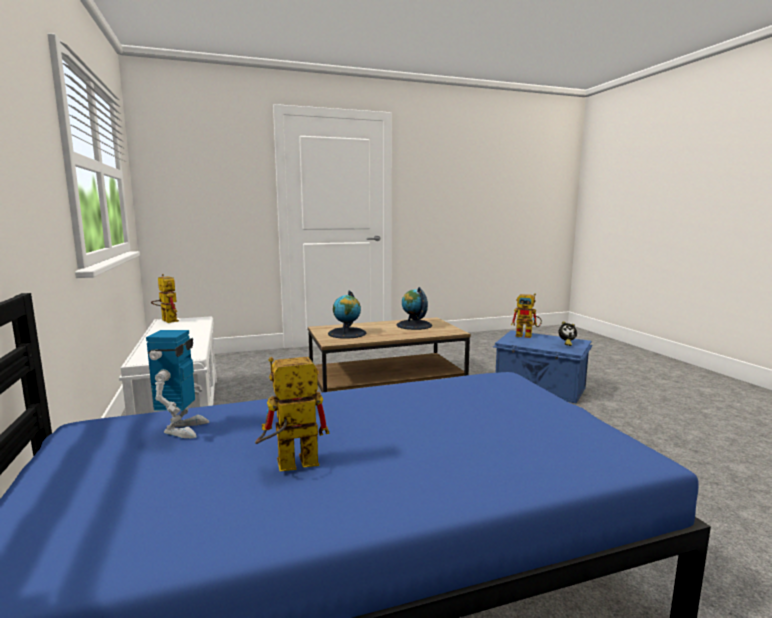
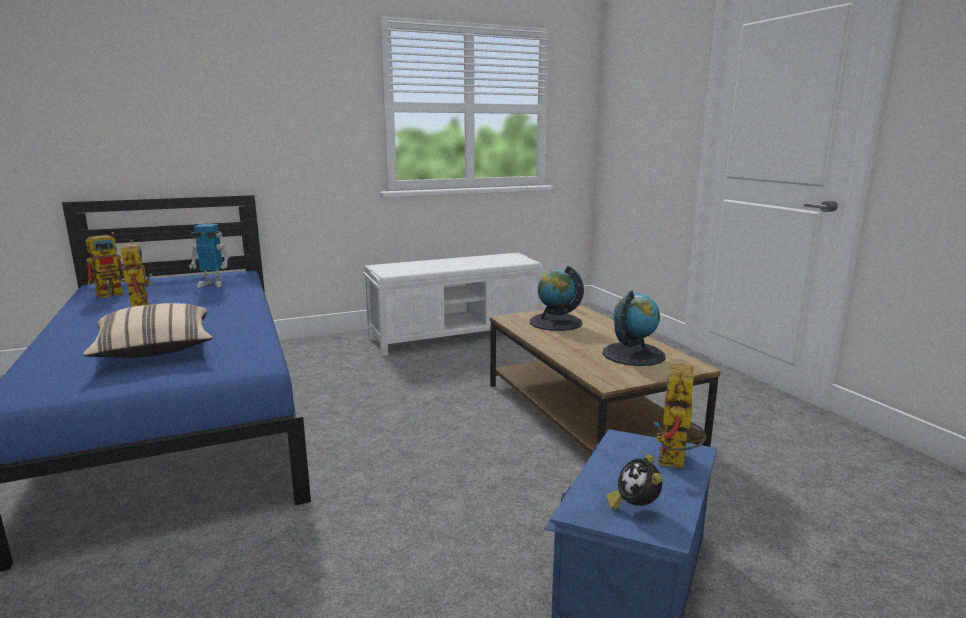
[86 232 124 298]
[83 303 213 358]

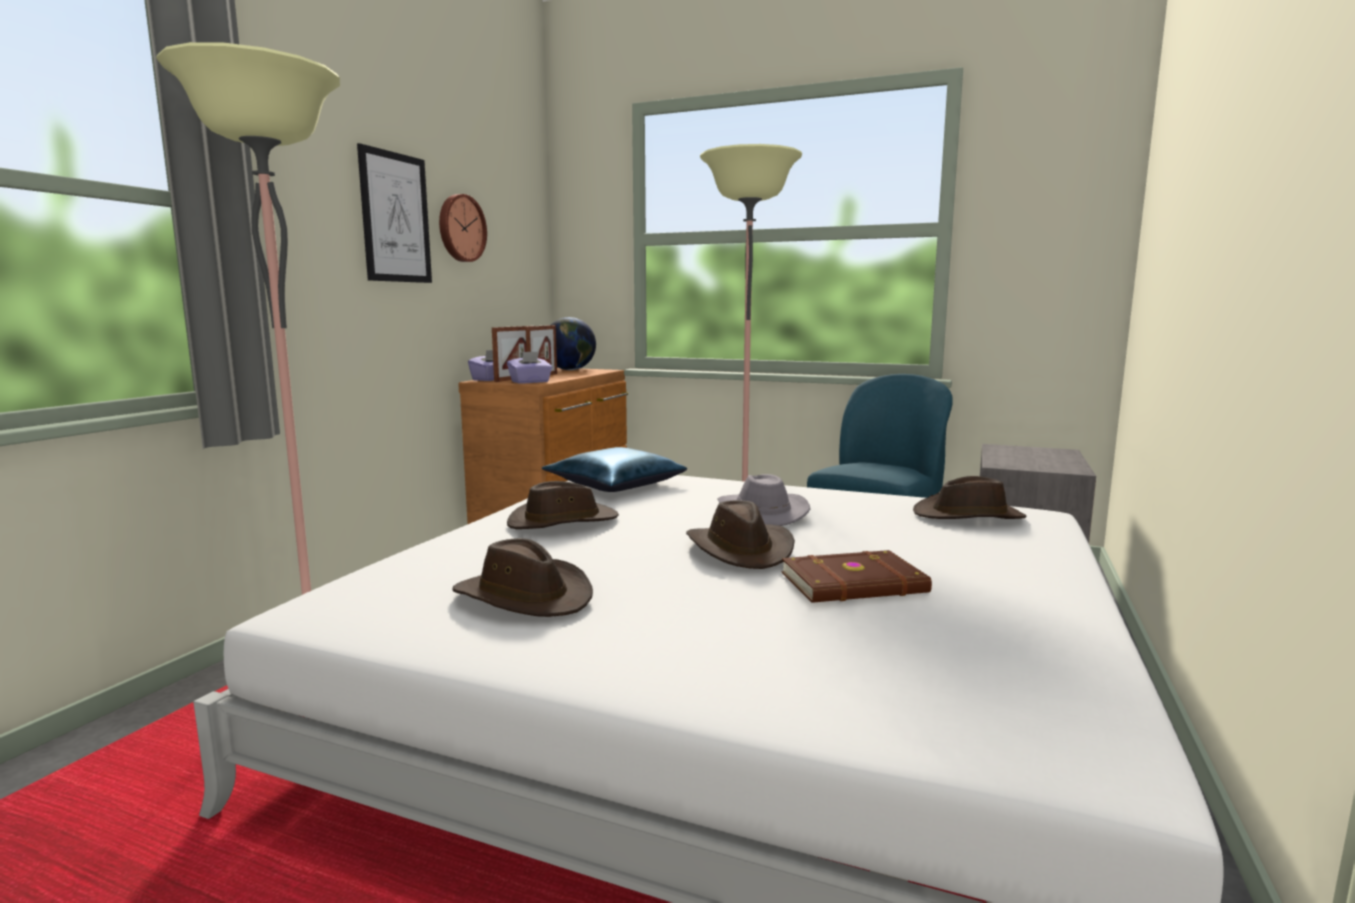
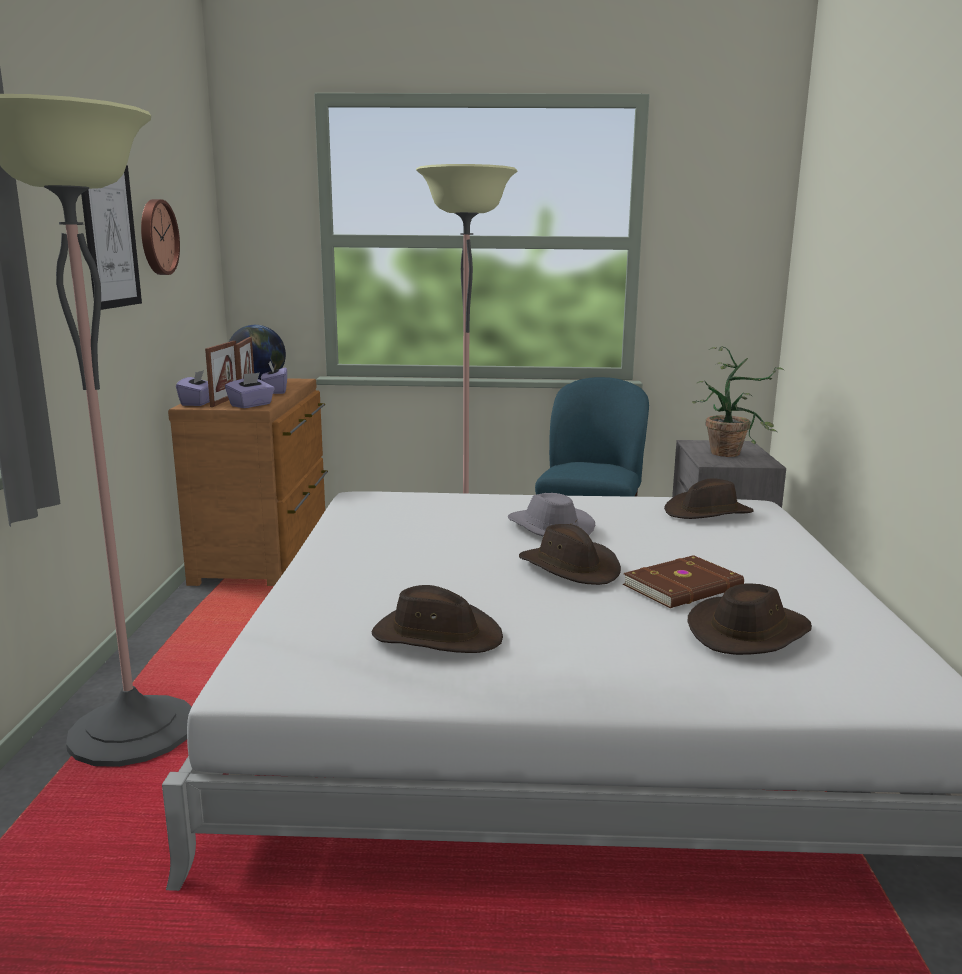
[542 447 687 492] (first image)
[688 583 812 655]
[692 347 785 457]
[261 361 287 394]

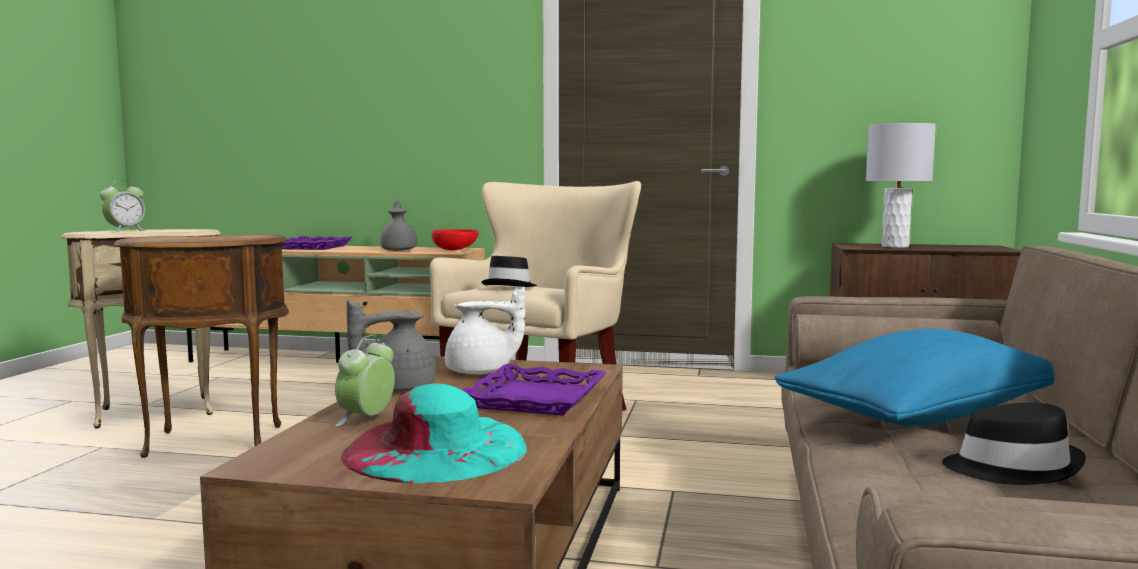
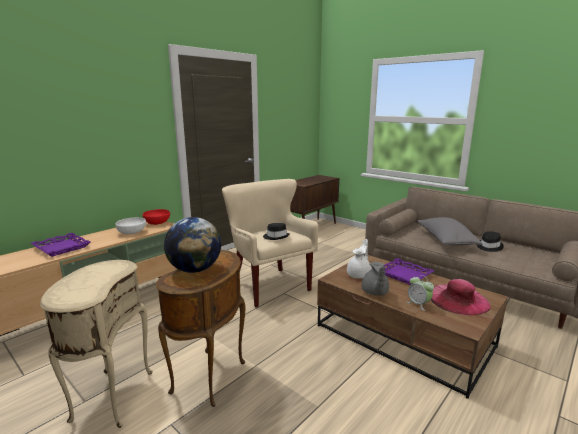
[866 123 936 248] (first image)
[100 180 147 232] (first image)
[116 218 146 234]
[418 217 482 246]
[431 279 491 315]
[164 217 221 273]

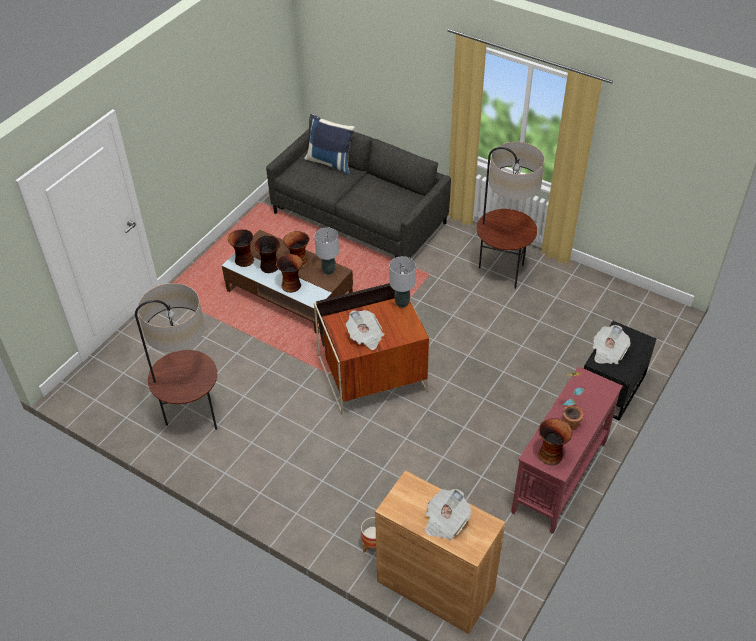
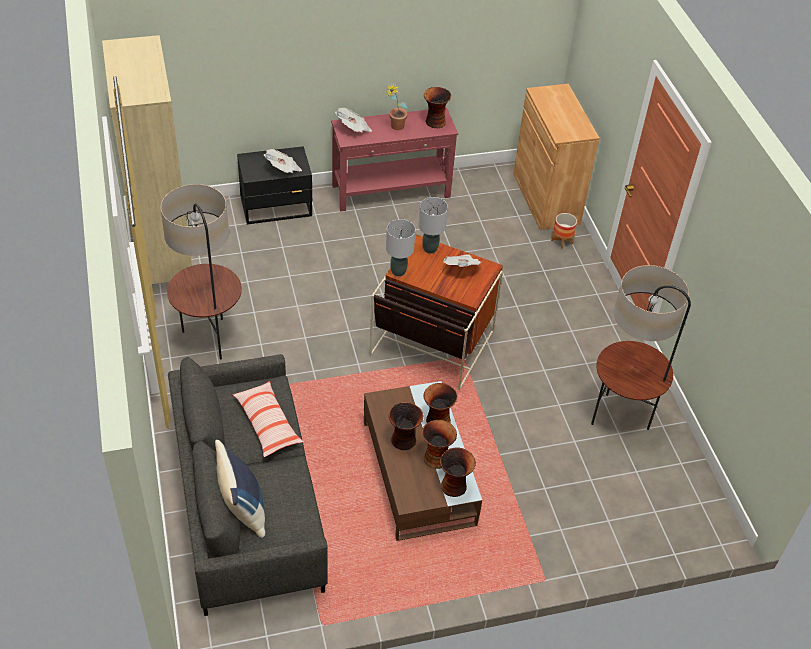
[418 197 448 254]
[335 108 372 133]
[102 35 192 284]
[233 381 303 457]

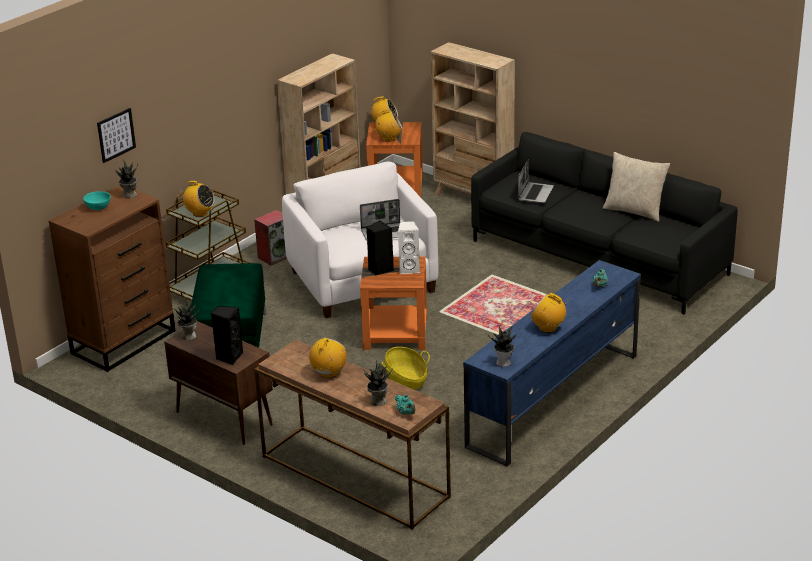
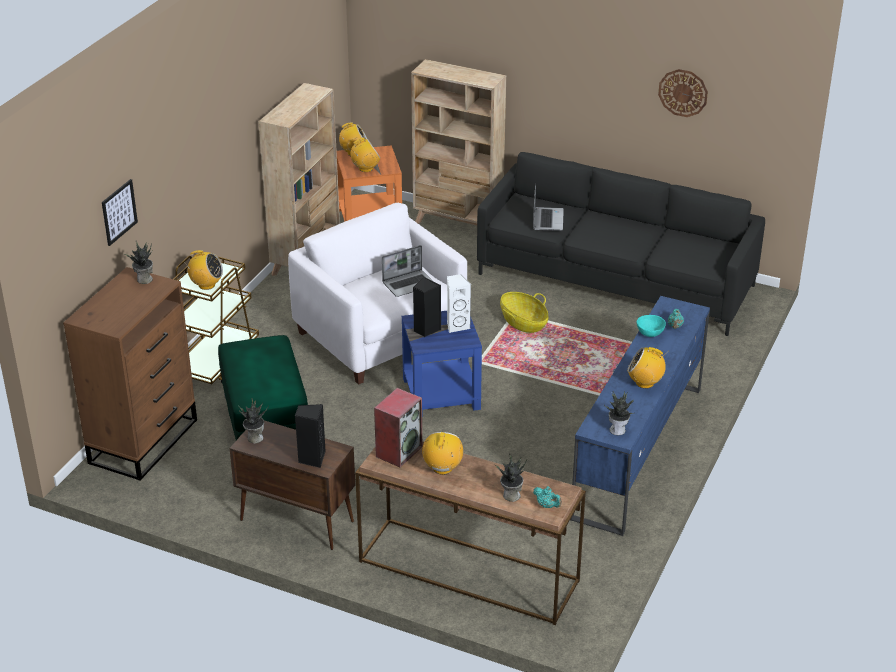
[603 152 670 222] (first image)
[637 315 666 337]
[374 388 422 468]
[402 311 482 417]
[500 292 548 333]
[658 69 708 117]

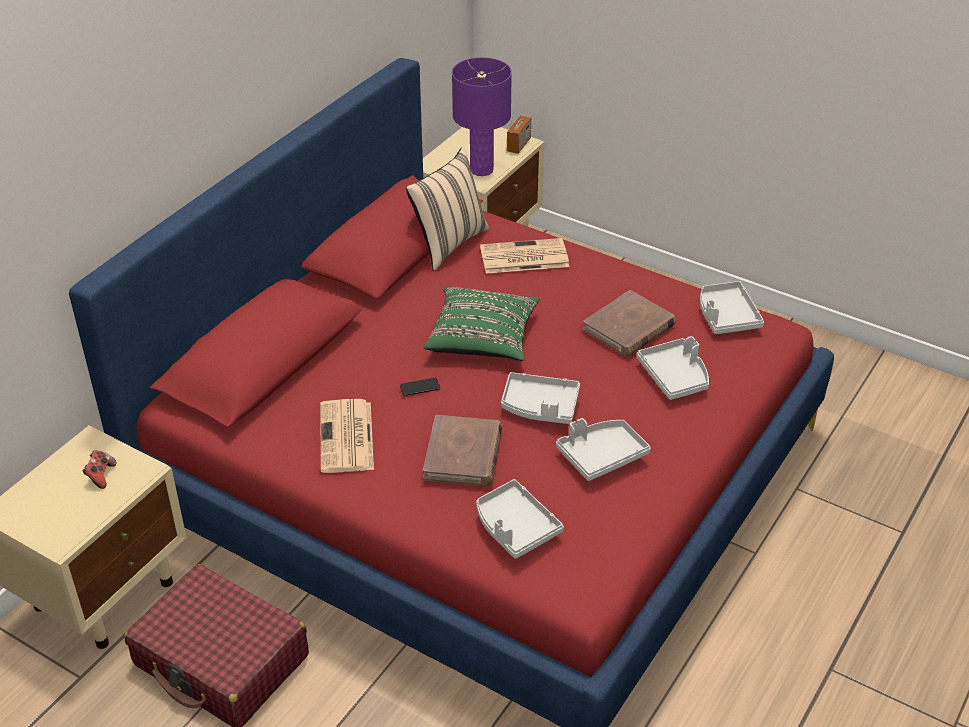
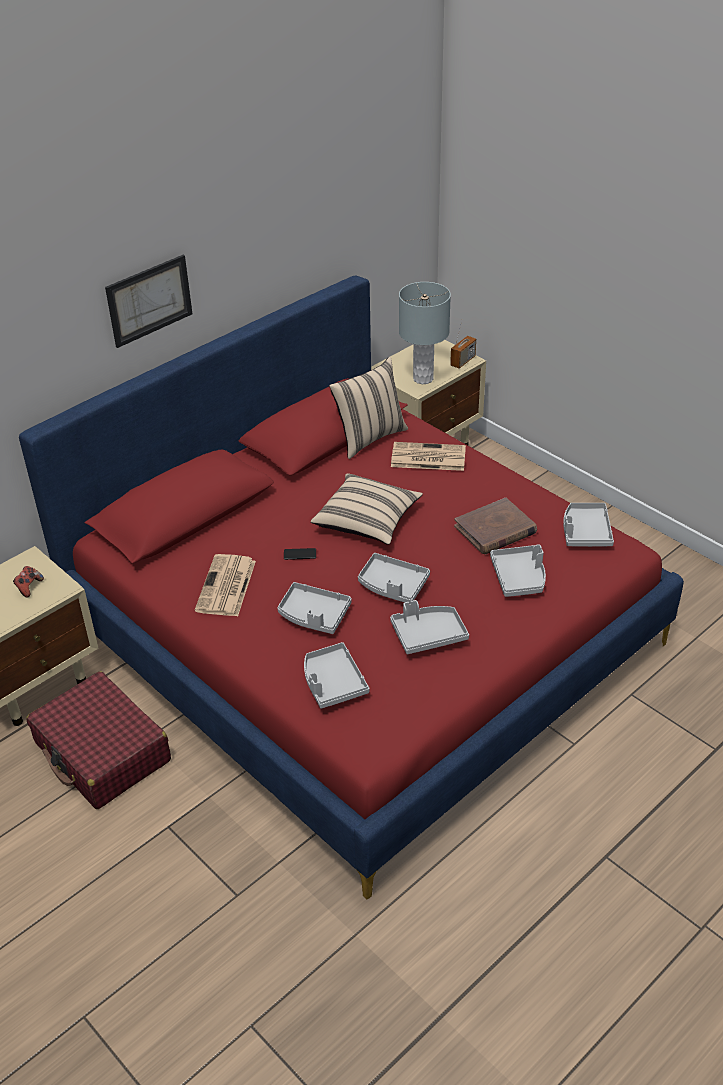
[399 282 451 384]
[311 473 423 545]
[278 582 352 634]
[105 255 193 348]

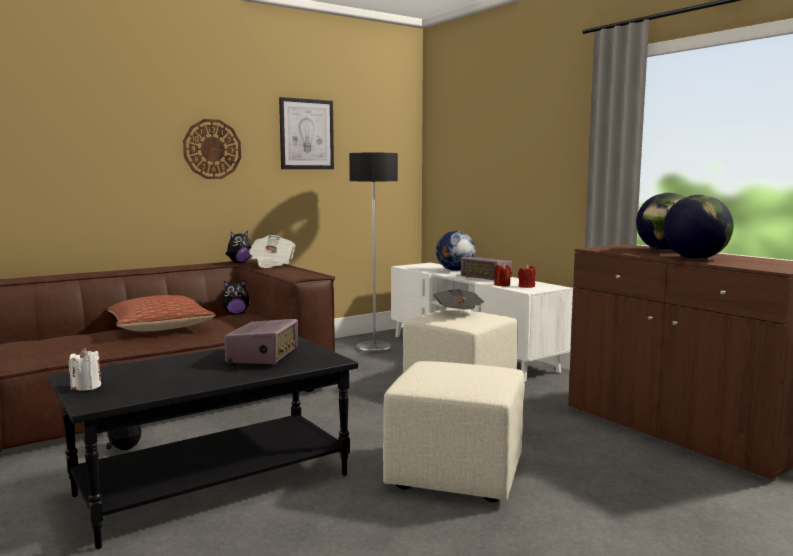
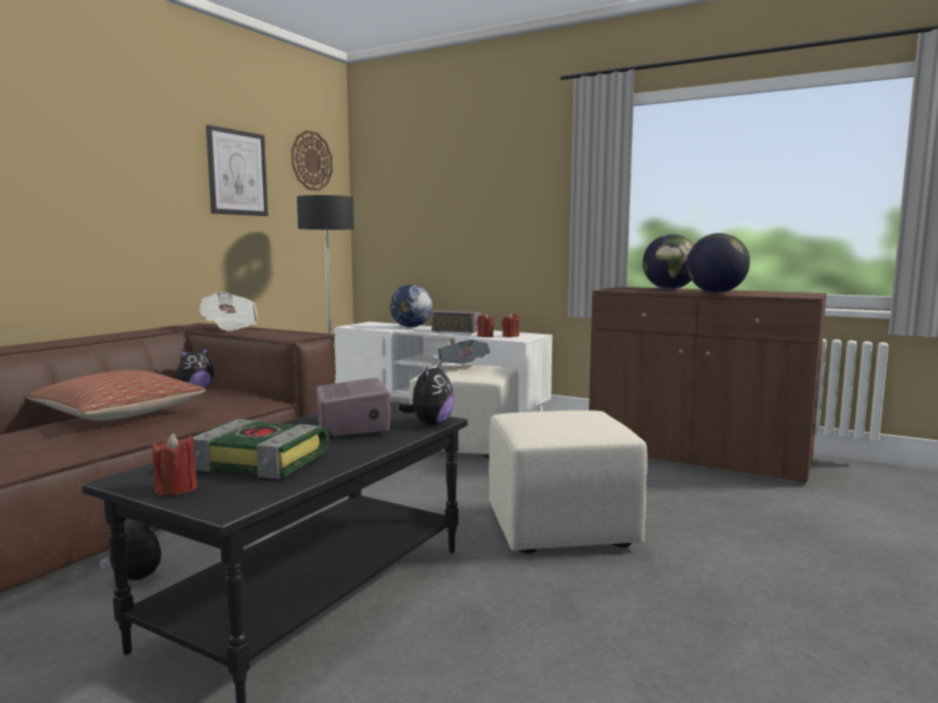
[291 130 333 191]
[398 361 454 425]
[152 433 197 496]
[192 419 329 479]

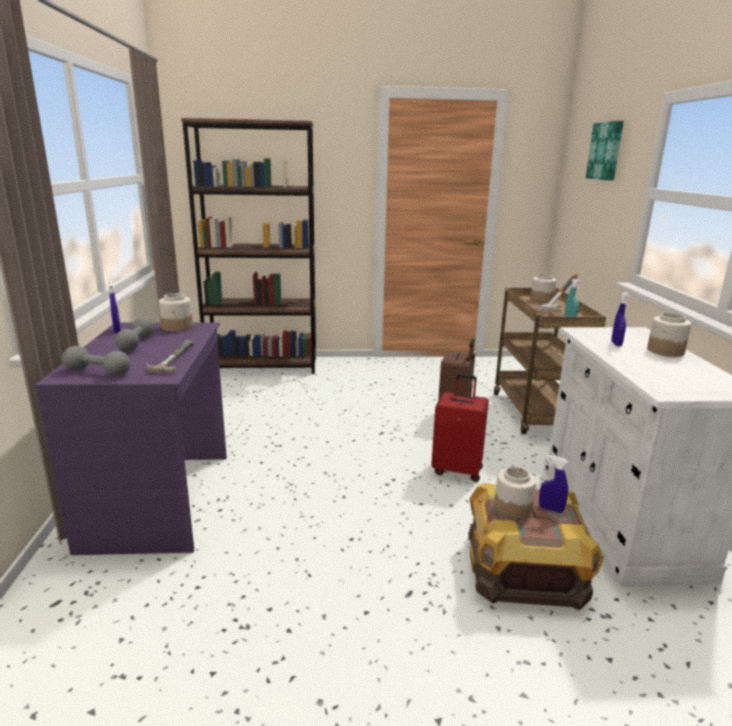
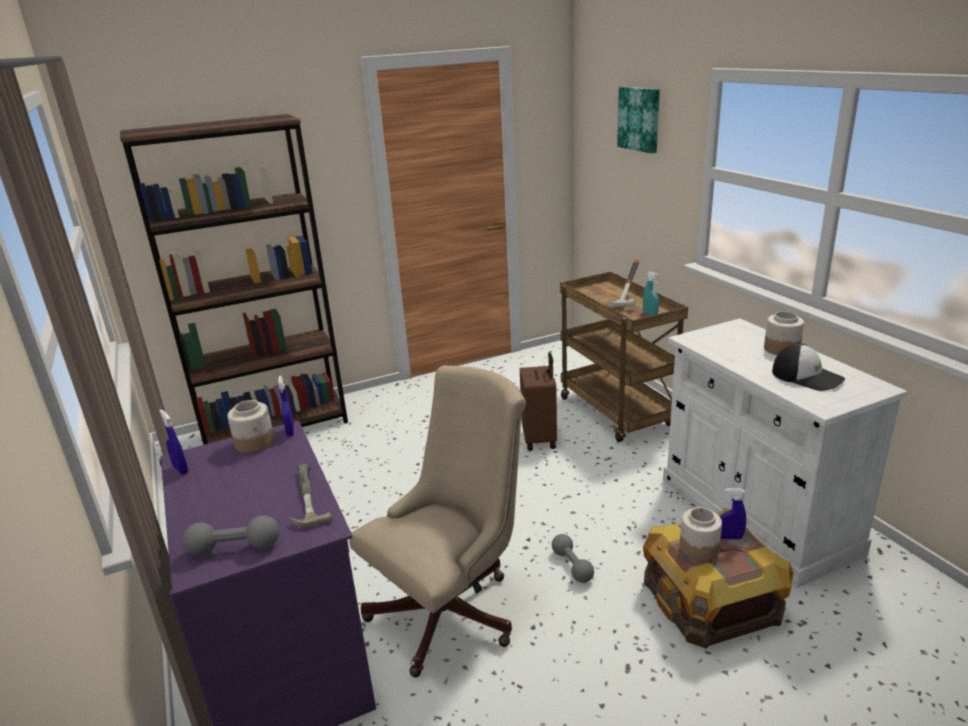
[530 274 556 302] (first image)
[278 376 294 436]
[552 534 594 583]
[431 374 489 482] (first image)
[772 344 845 391]
[349 365 526 677]

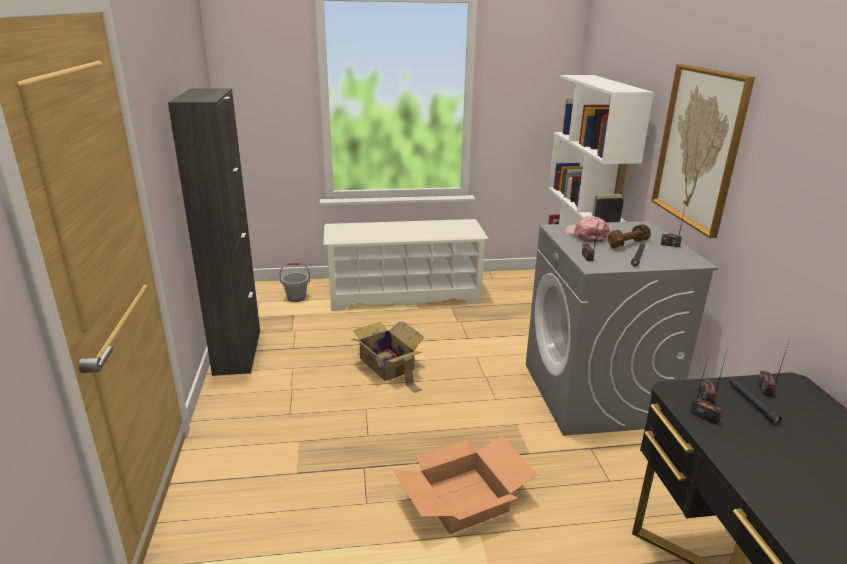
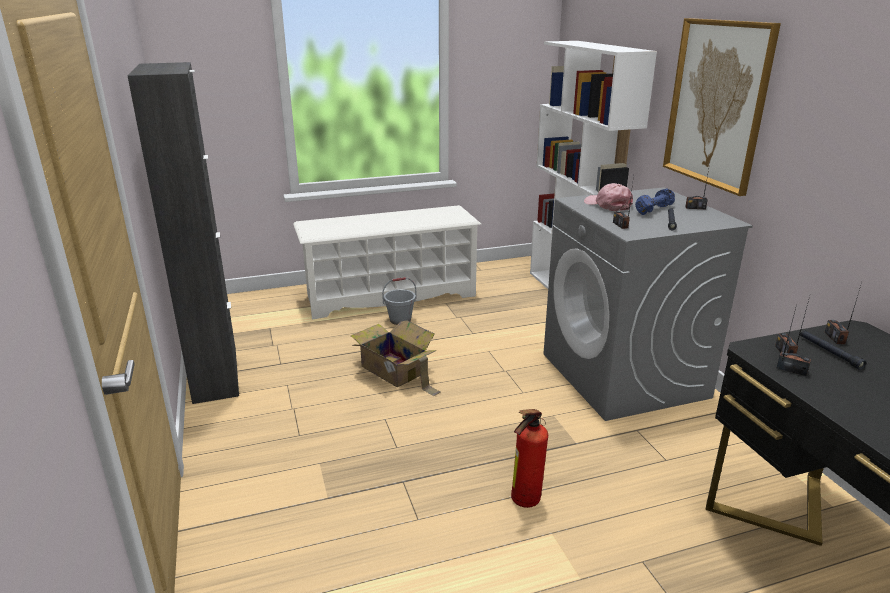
[635 188 675 215]
[382 277 417 325]
[511 409 548 508]

